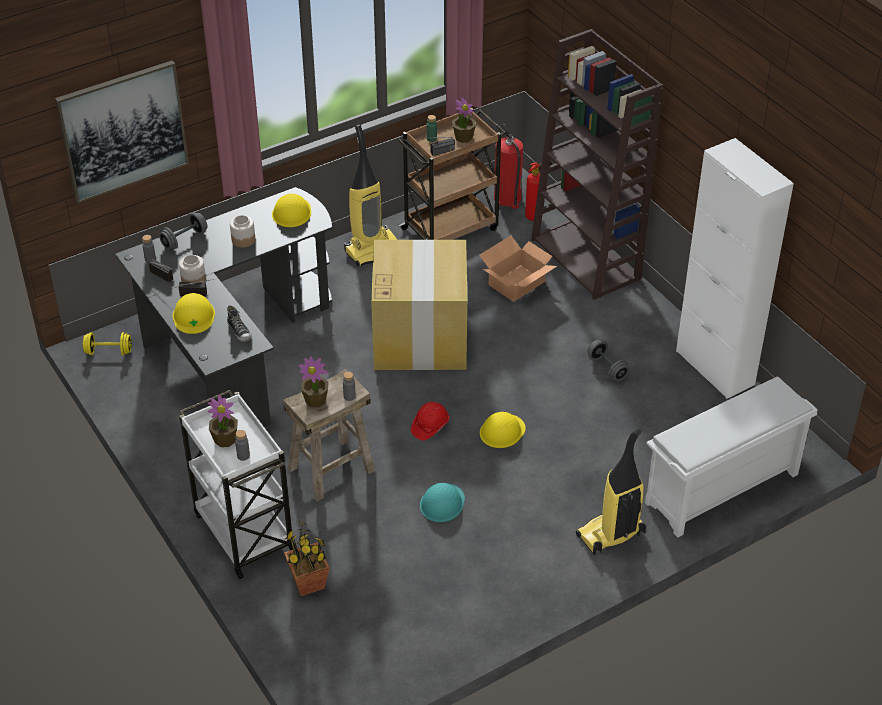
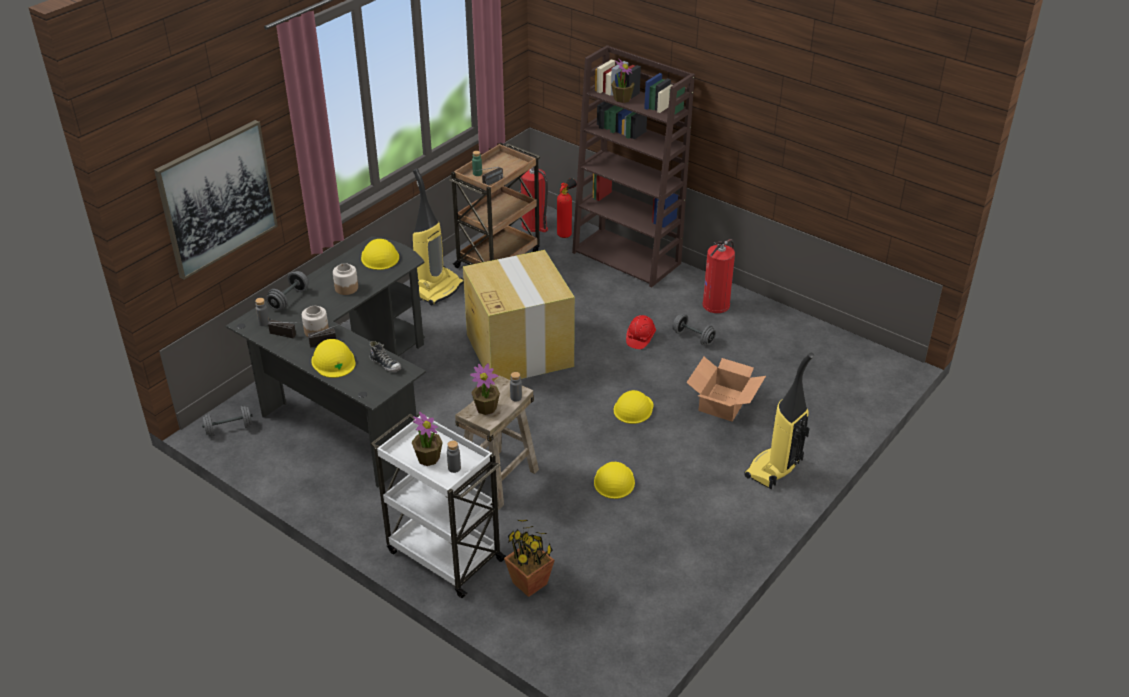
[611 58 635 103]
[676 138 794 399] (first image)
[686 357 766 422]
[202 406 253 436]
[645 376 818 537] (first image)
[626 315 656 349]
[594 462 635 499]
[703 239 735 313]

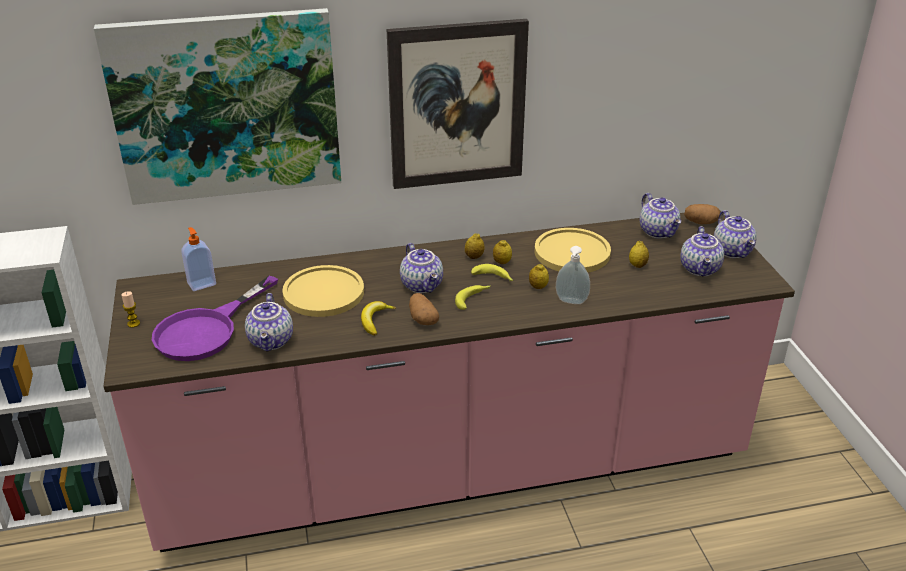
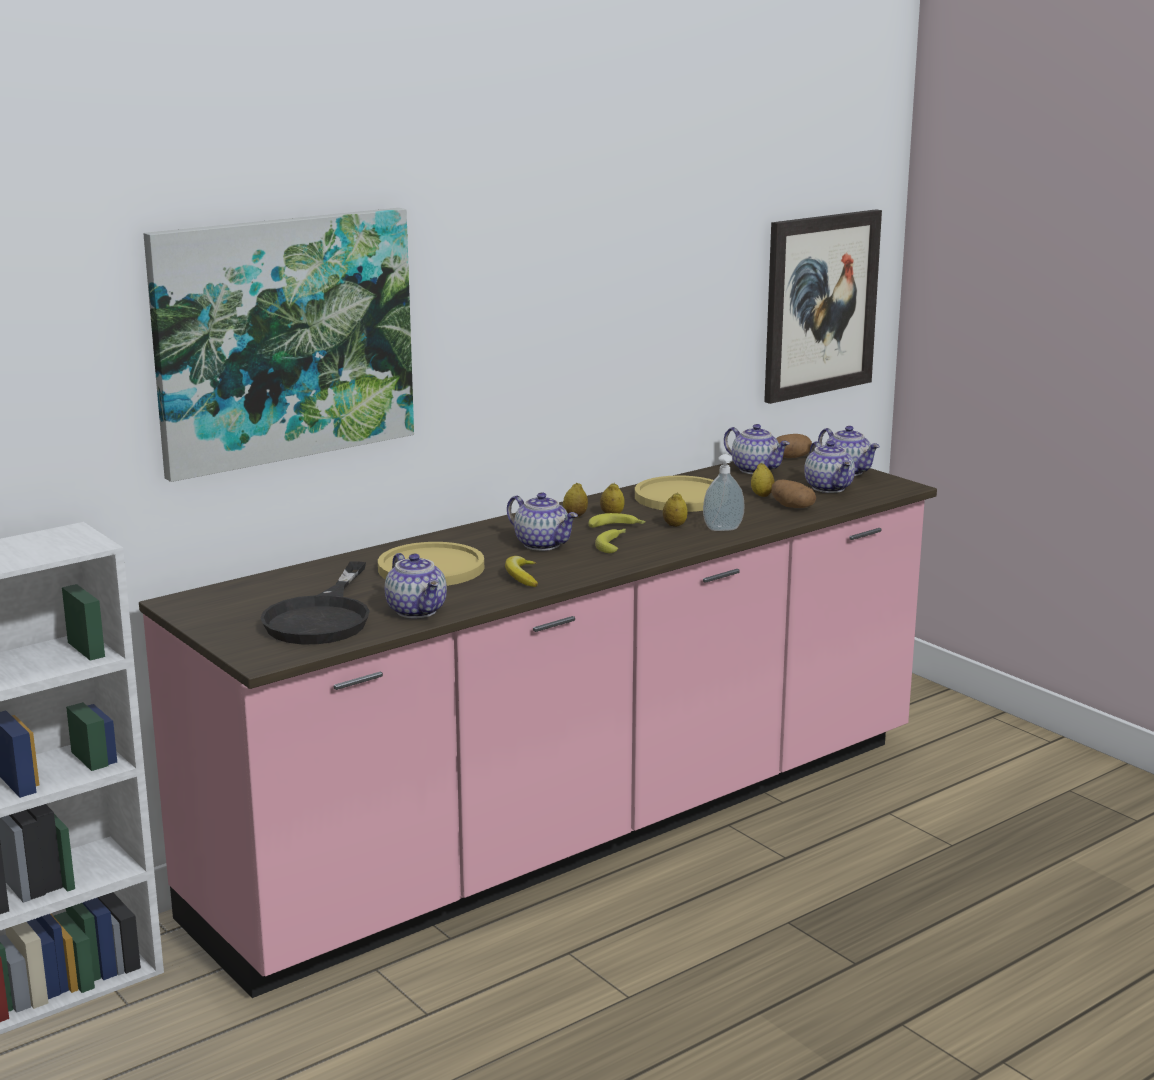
[764 209 882 404]
[181 227 216 291] (first image)
[260 561 370 644]
[121 291 140 328] (first image)
[771 480 816 508]

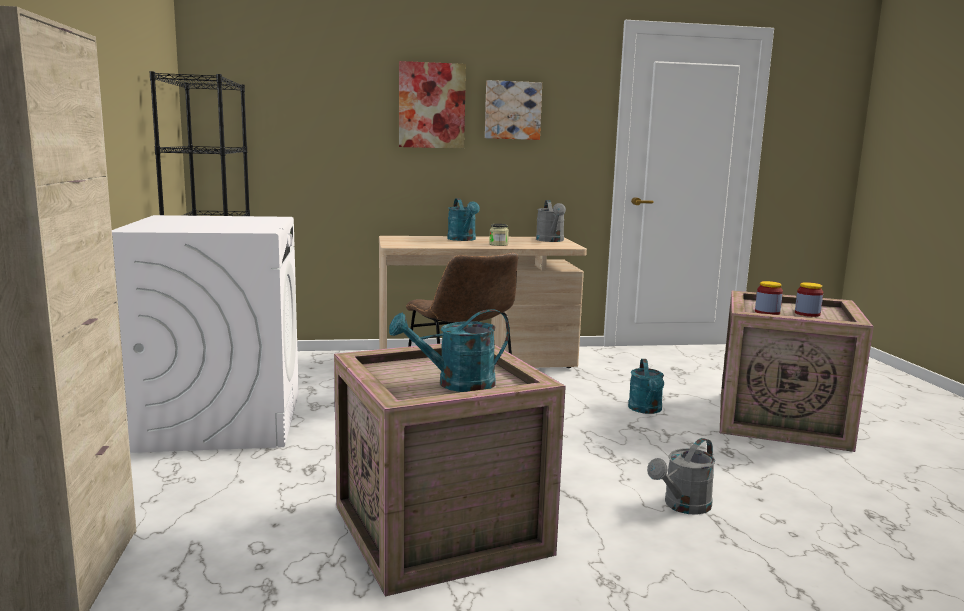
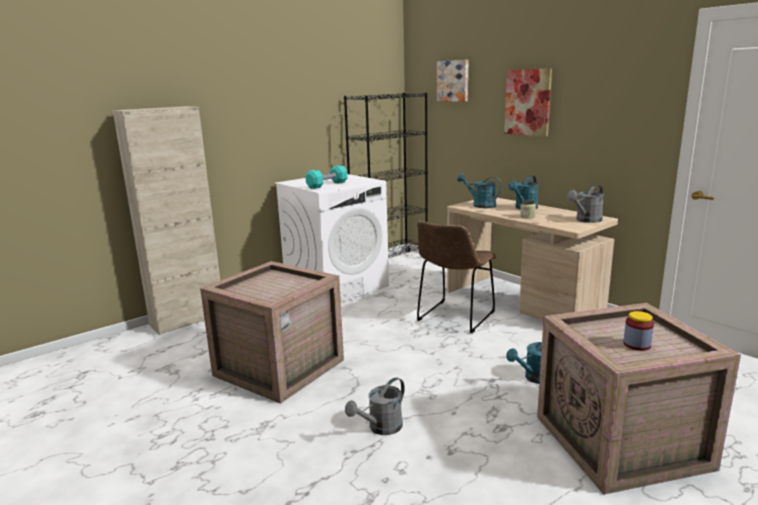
[437 60 468 102]
[755 281 783 315] (first image)
[457 173 502 208]
[345 377 405 435]
[305 165 348 189]

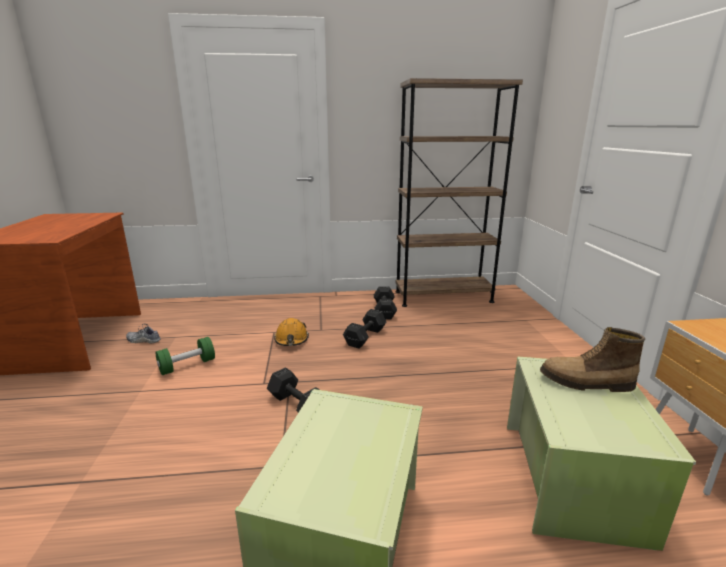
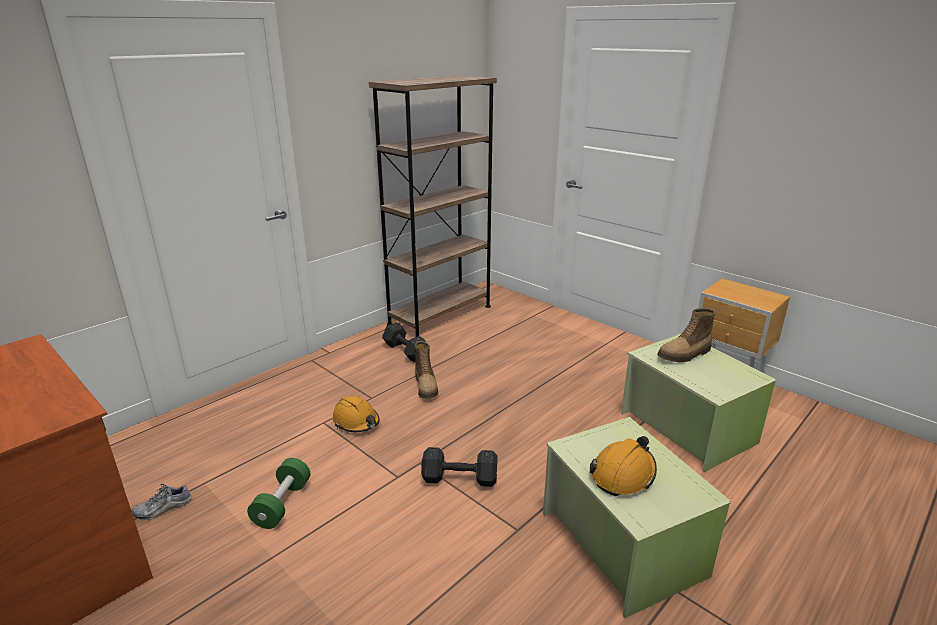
[415 341 438 399]
[590 436 657 496]

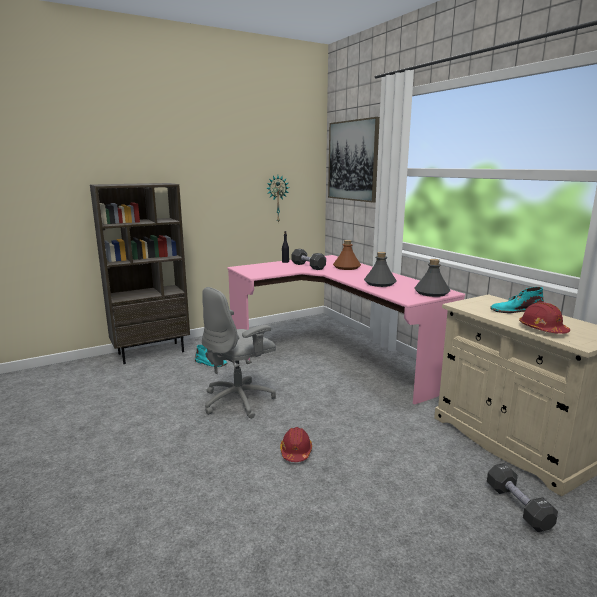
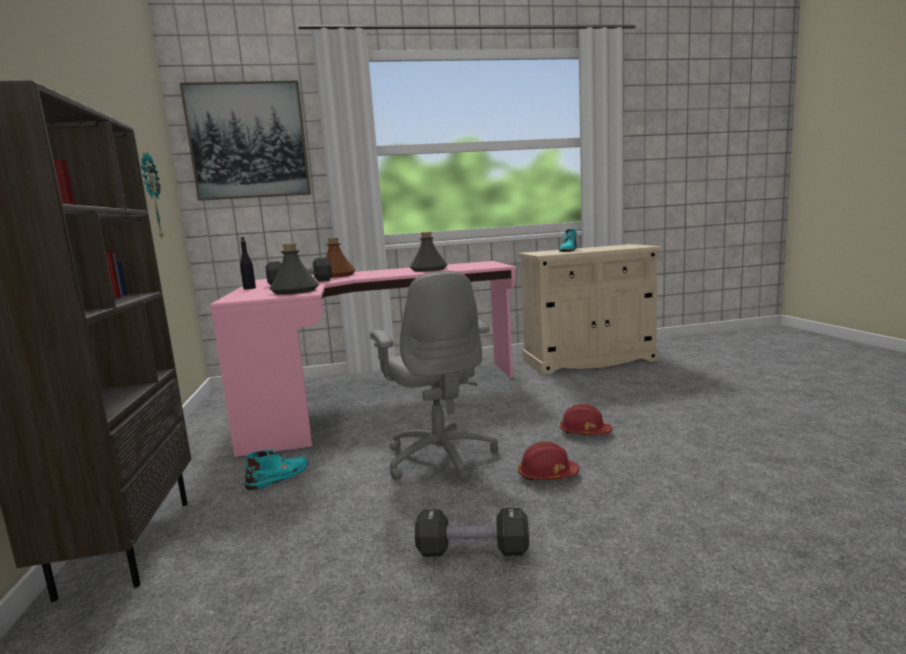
[269 244 319 295]
[518 442 580 480]
[415 508 529 557]

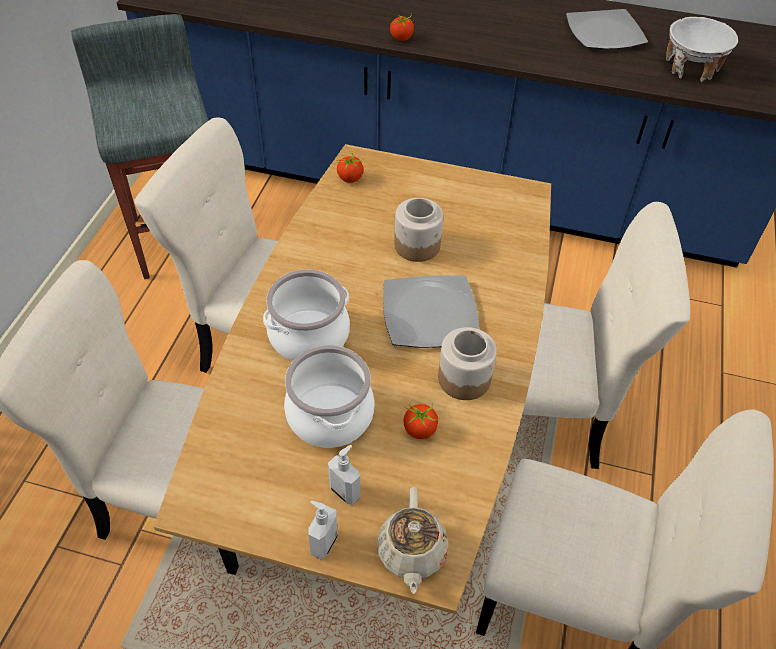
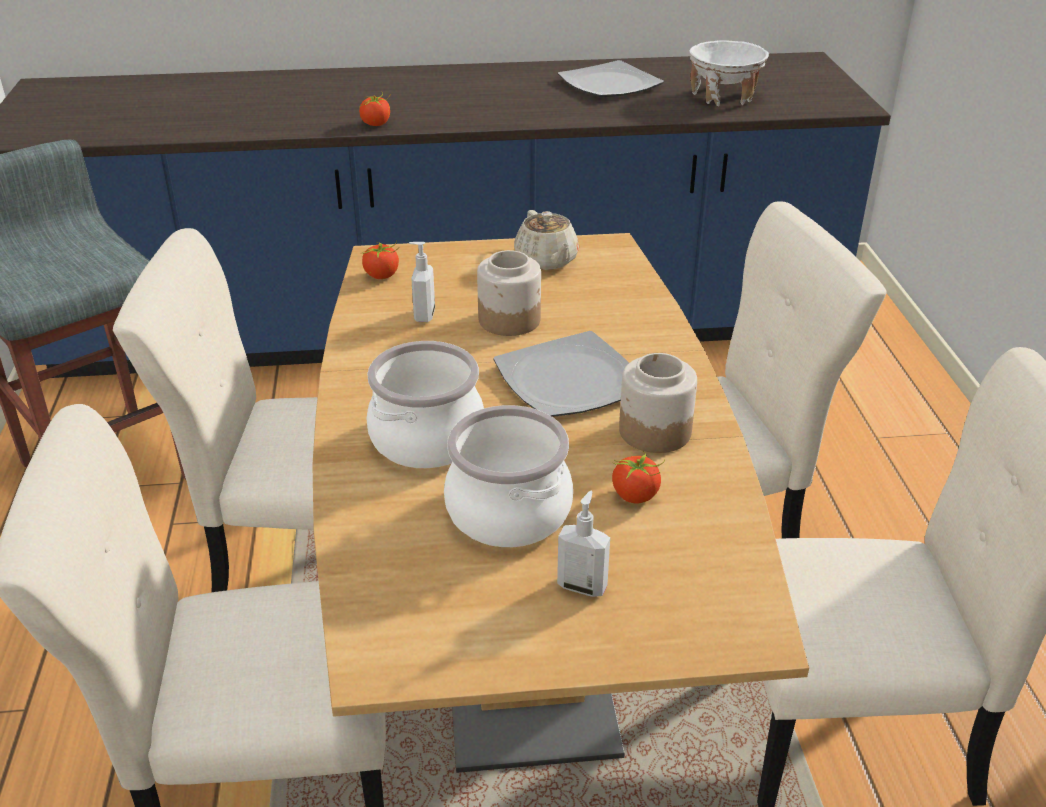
[514 210 579 270]
[409 242 435 322]

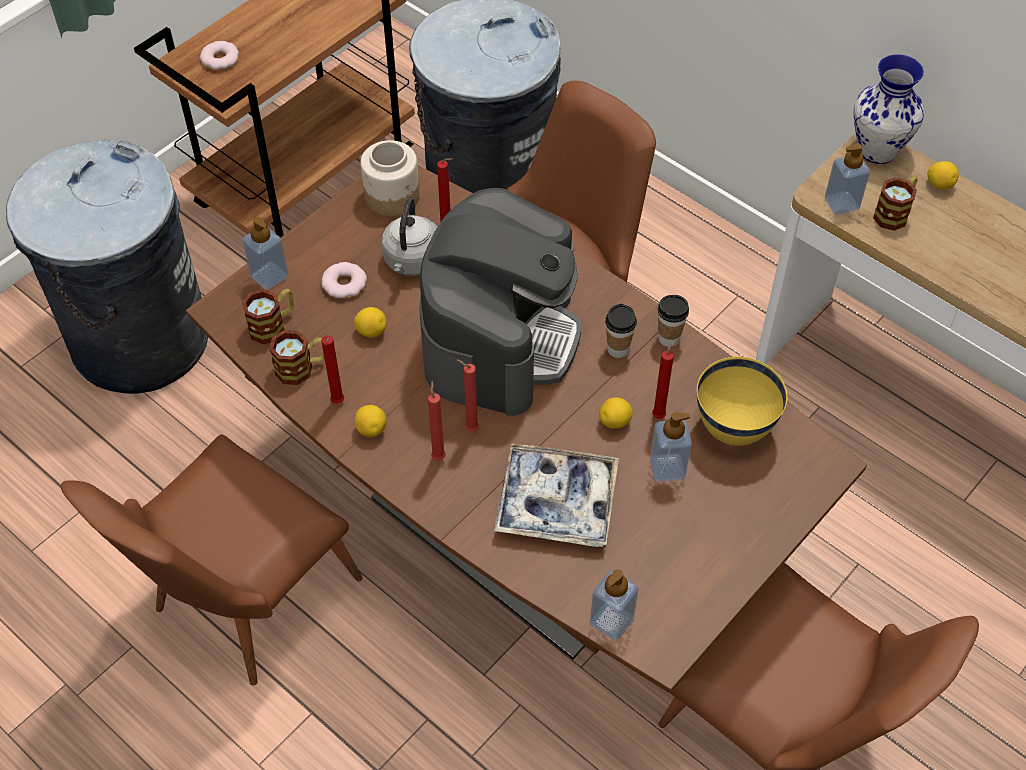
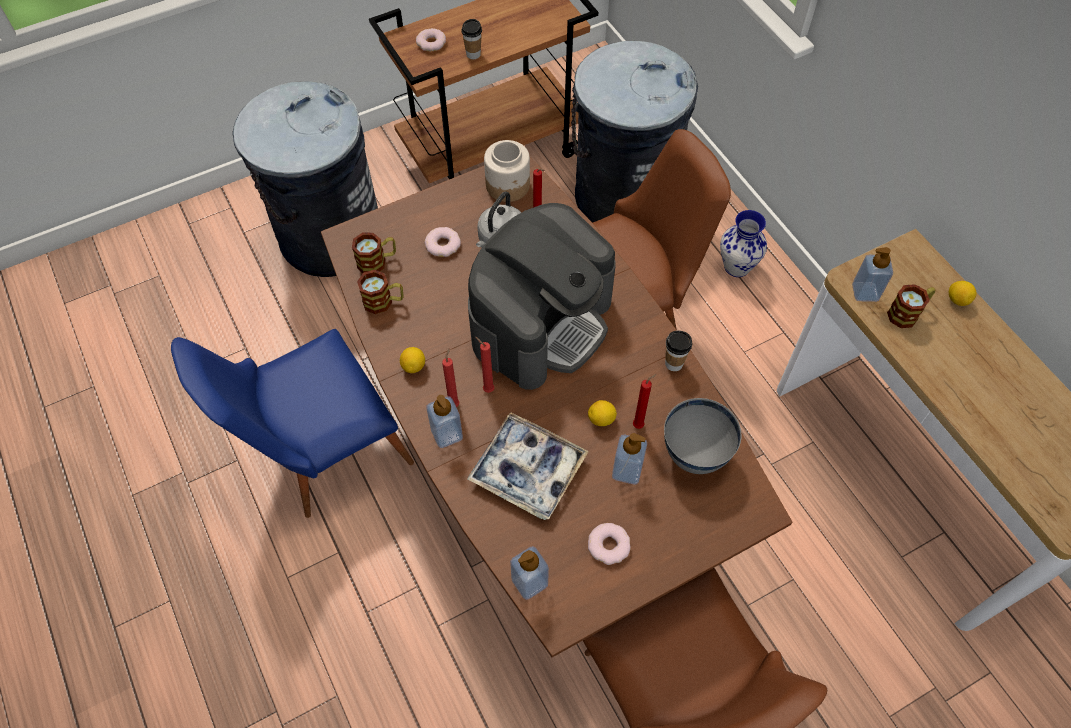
[720 210 767 277]
[426 395 463 448]
[461 19 482 59]
[354 307 386 337] (first image)
[321 335 344 404] (first image)
[664 398 741 474]
[171 329 414 518]
[588 523 631 565]

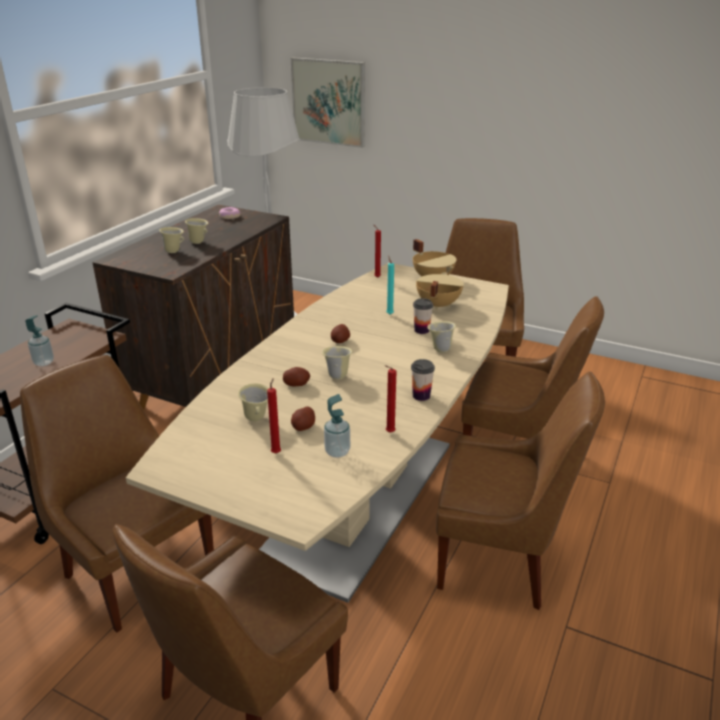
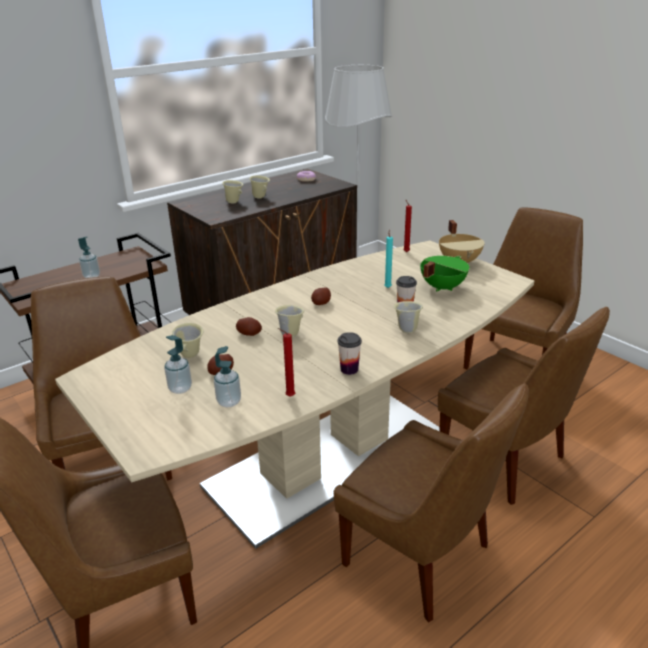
[291 57 365 148] (first image)
[420 256 470 292]
[164 335 192 394]

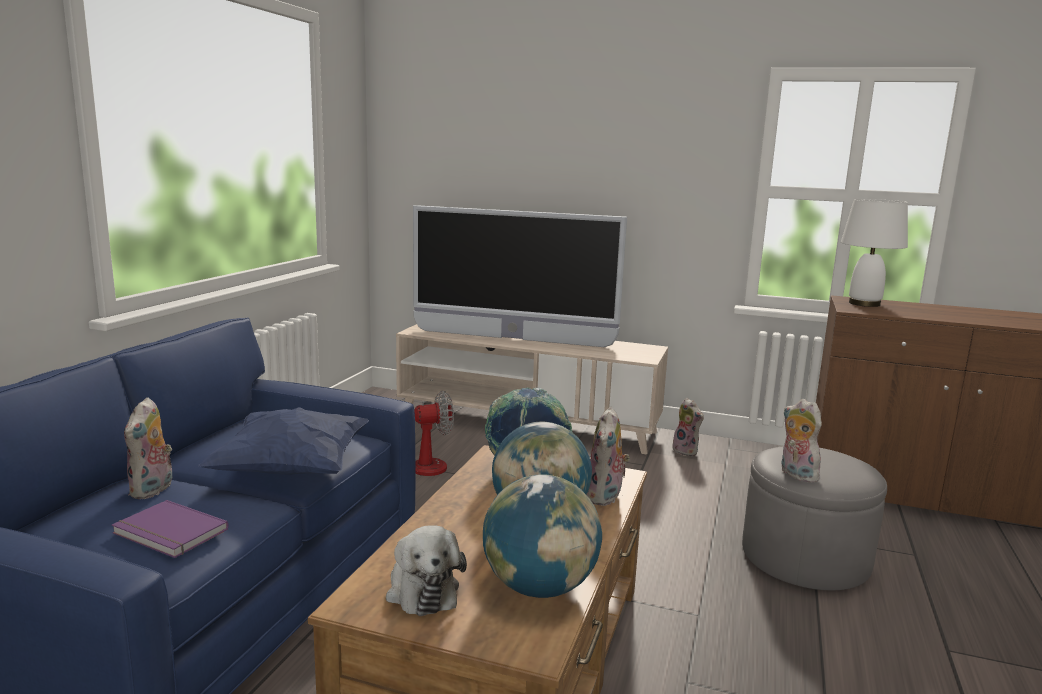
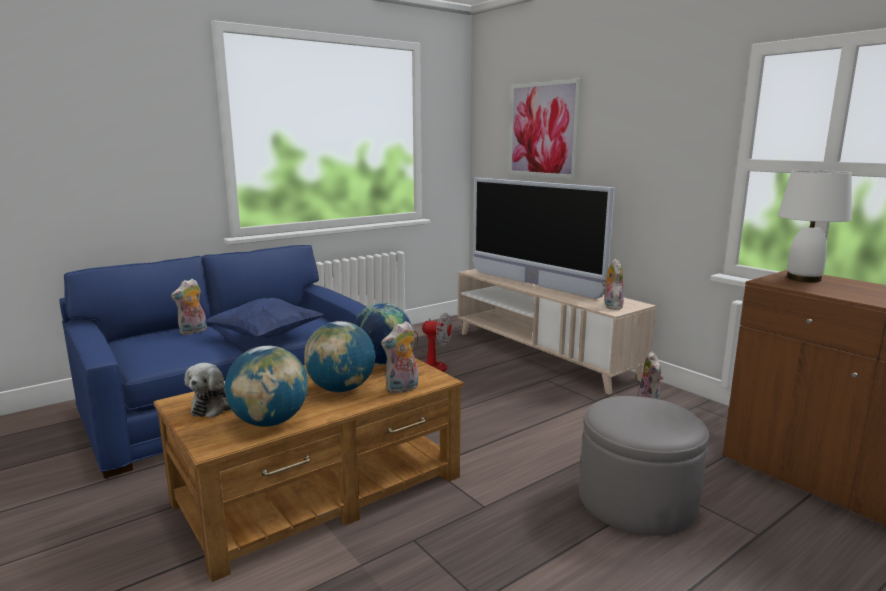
[602 259 624 310]
[112 500 229 558] (first image)
[508 78 581 179]

